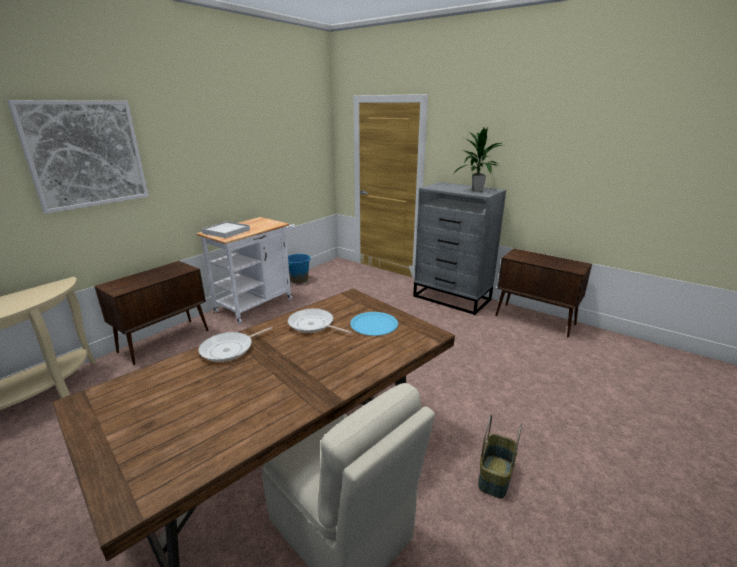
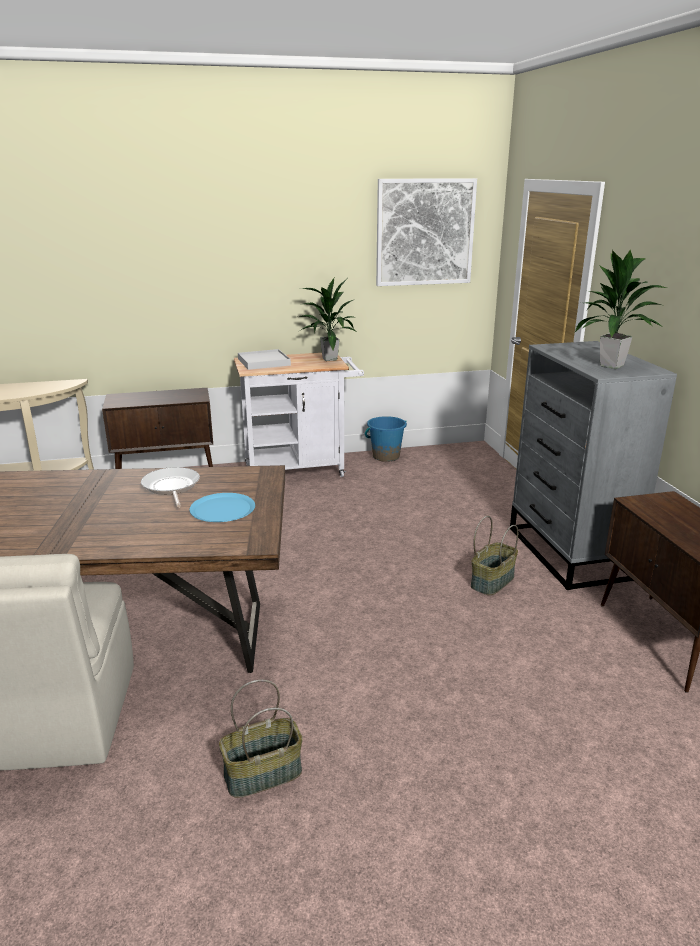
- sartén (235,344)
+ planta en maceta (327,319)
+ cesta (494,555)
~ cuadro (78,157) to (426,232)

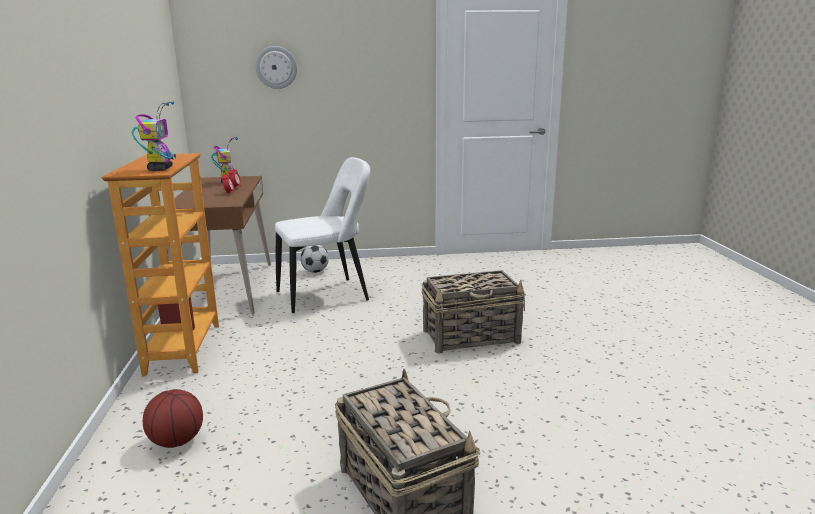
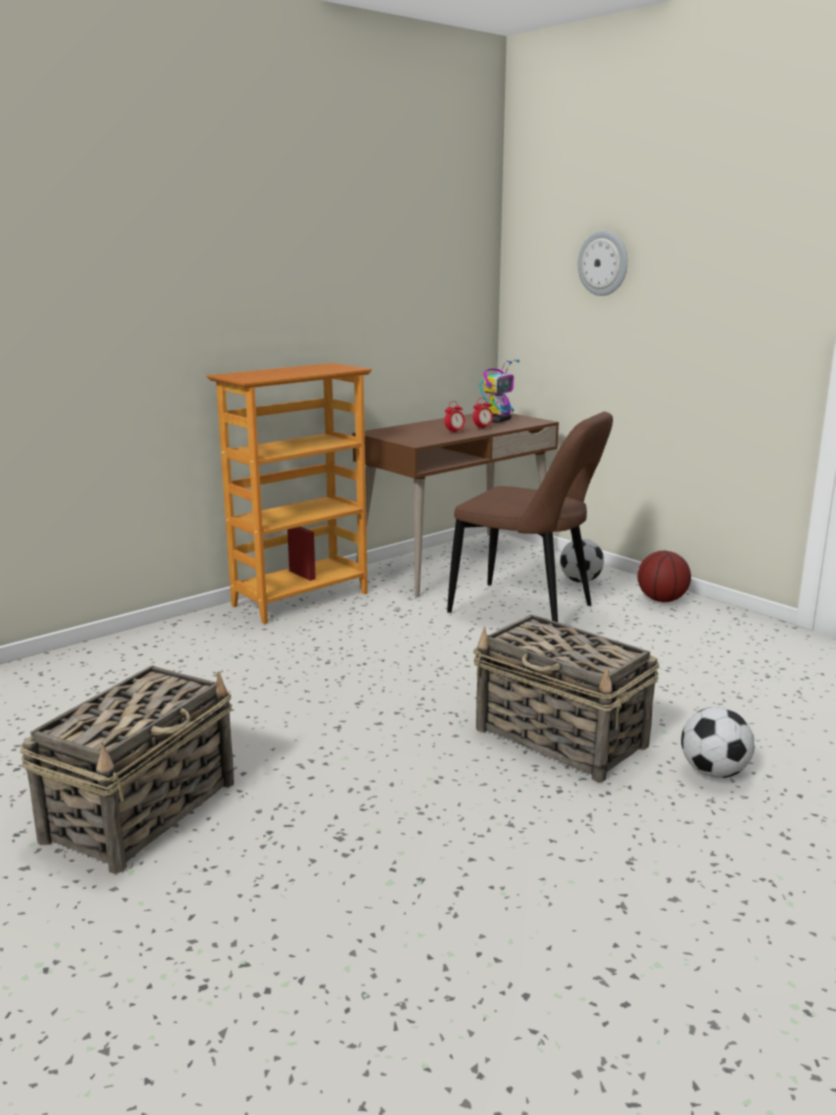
- robot de juguete (153,136)
+ balón de fútbol (717,742)
~ balón de baloncesto (173,418) to (664,576)
~ silla (blanco) (322,235) to silla (marrón) (530,517)

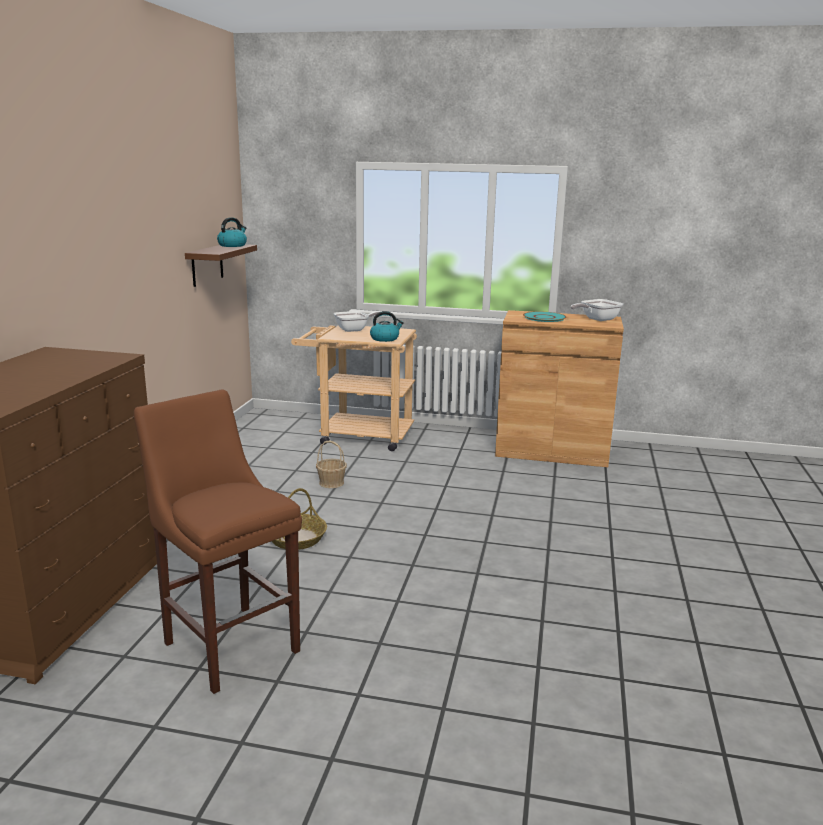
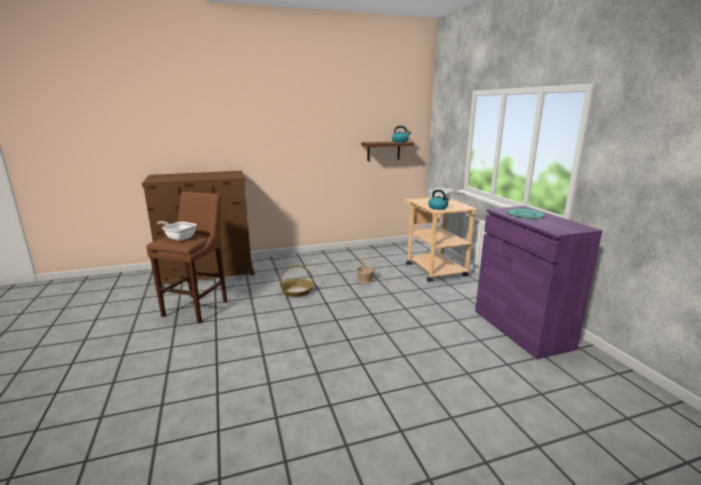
~ sartén (597,310) to (177,231)
~ armario (marrón) (559,388) to armario (morado) (538,282)

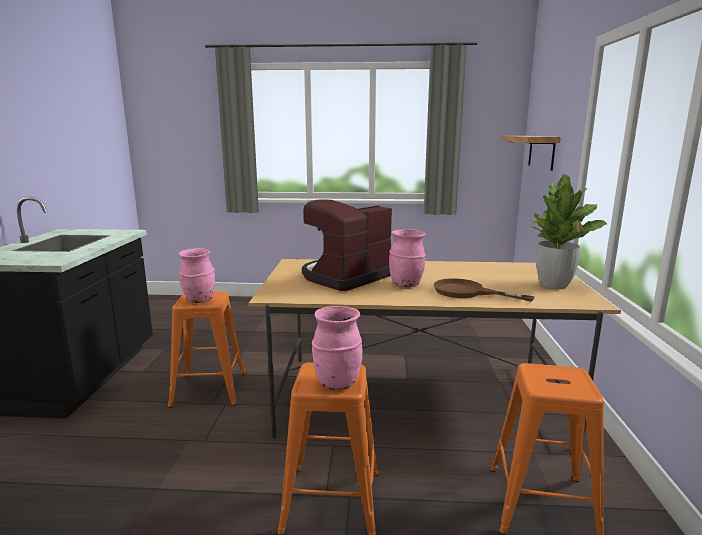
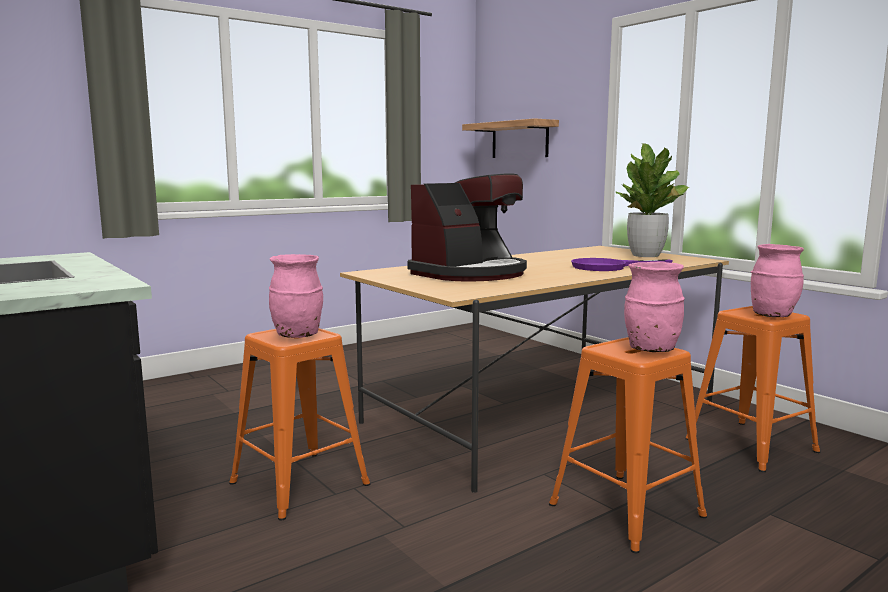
~ florero (rosa) (407,258) to (777,280)
~ sartén (marrón) (484,290) to sartén (morado) (622,264)
~ cafetera (347,245) = (467,227) 135 degrees counterclockwise

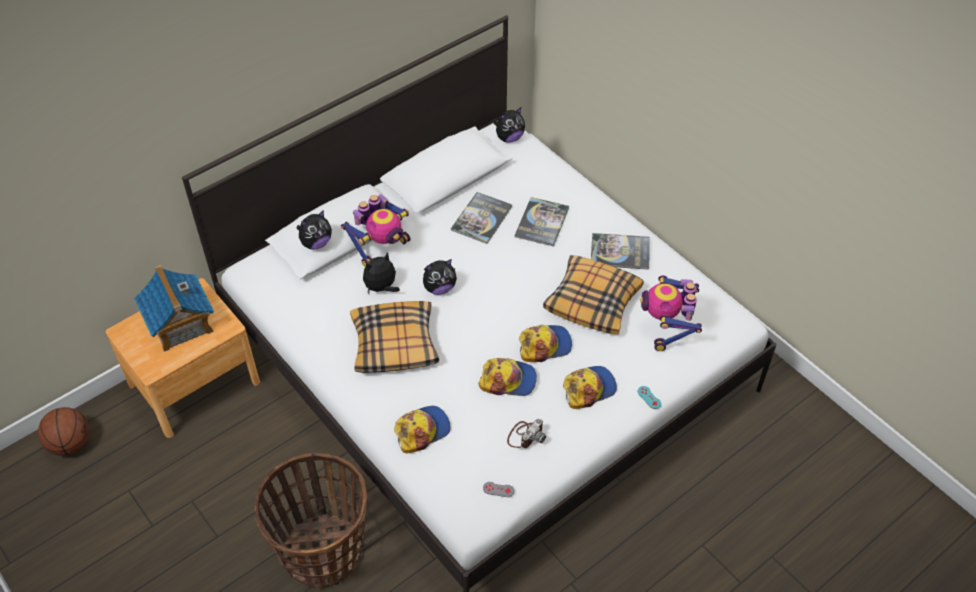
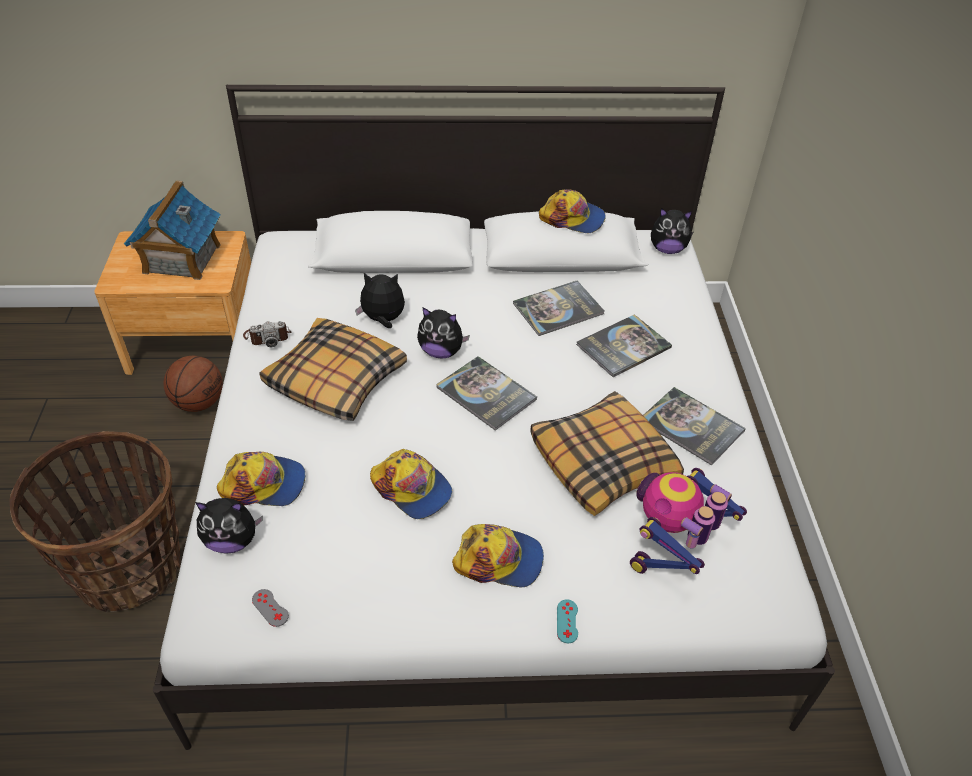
- robot de juguete (376,230)
+ libro (486,393)
~ balón de baloncesto (63,431) to (193,384)
~ peluche (314,230) to (229,526)
~ cámara (526,433) to (267,334)
~ gorra (545,343) to (572,211)

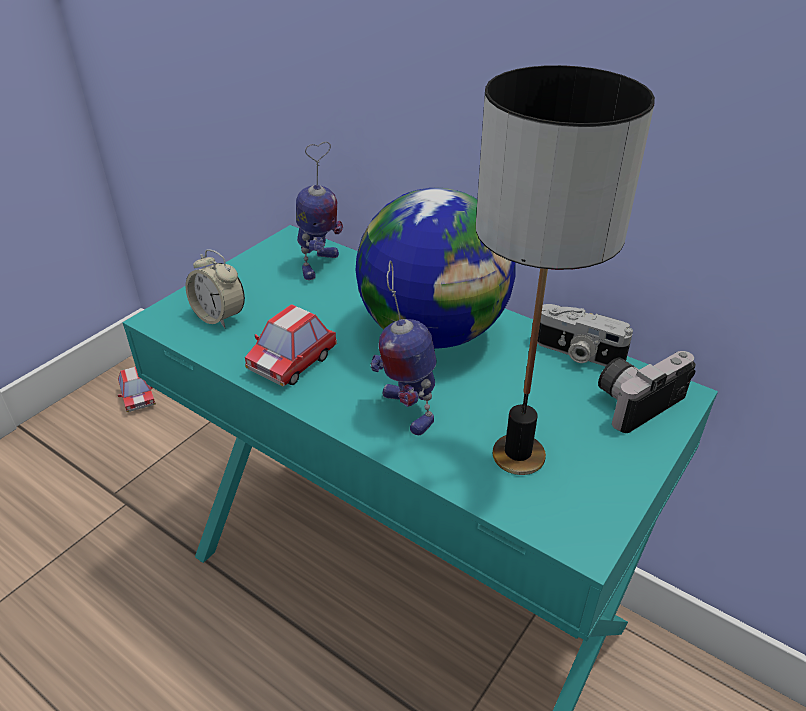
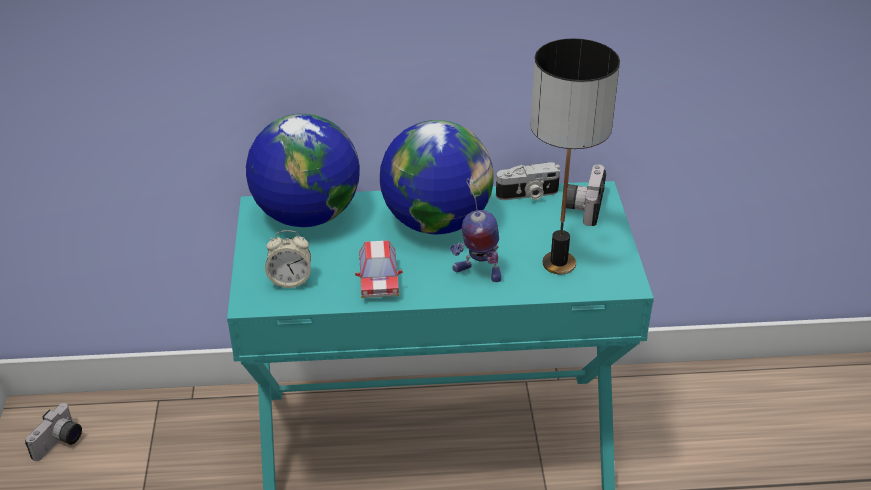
~ coche de juguete (137,389) to cámara (53,432)
~ robot de juguete (319,211) to globo terráqueo (303,170)

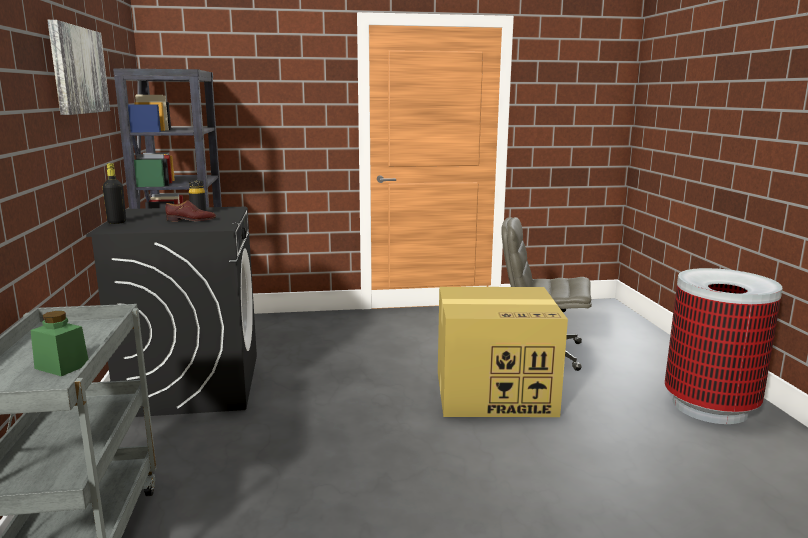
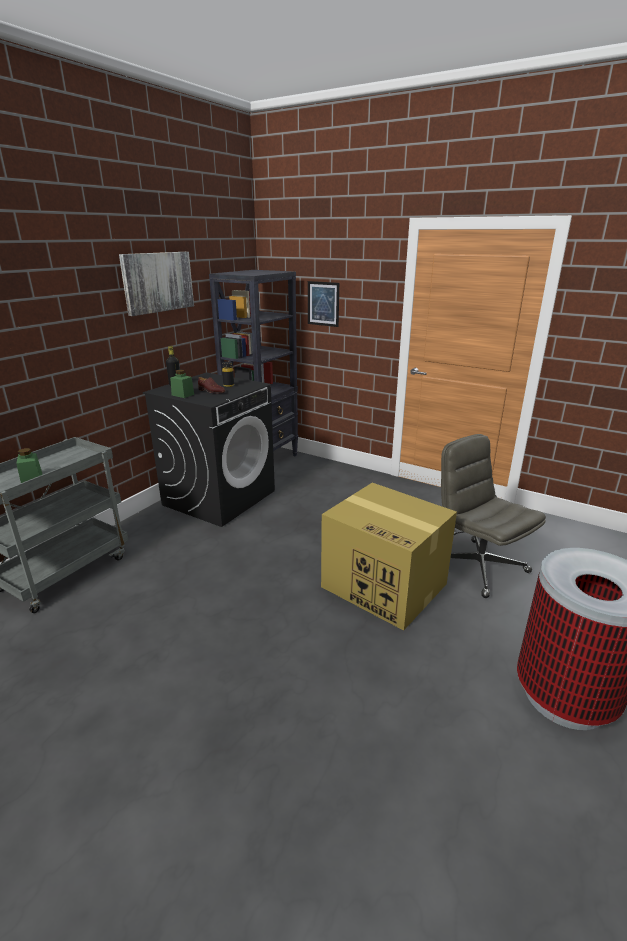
+ tarro (verde) (182,384)
+ cuadro (323,304)

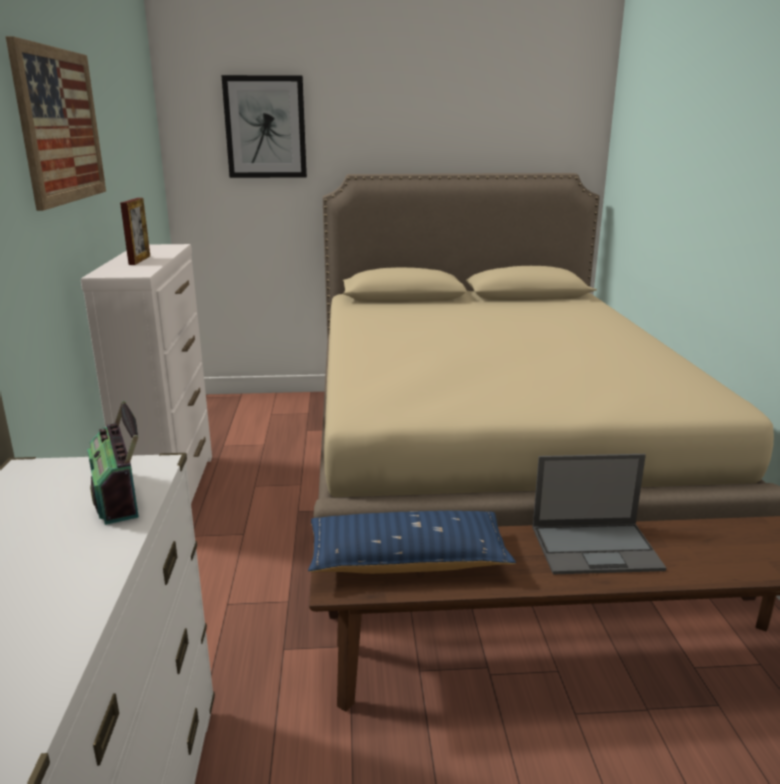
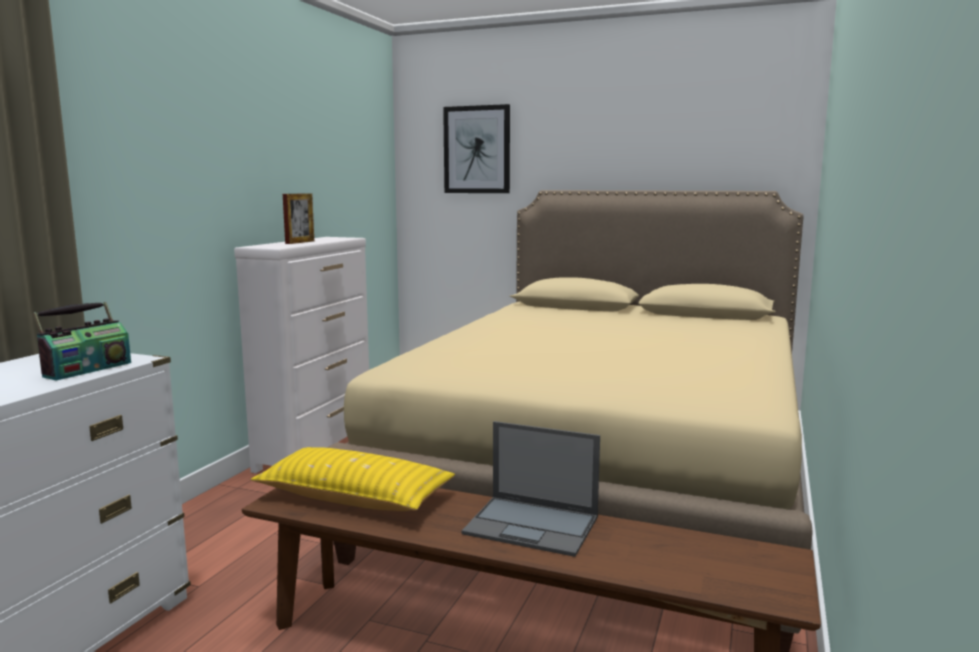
- cuadro (55,123)
~ cojín (azul) (412,542) to cojín (amarillo) (353,479)
~ radio (113,463) = (82,341) 150 degrees counterclockwise

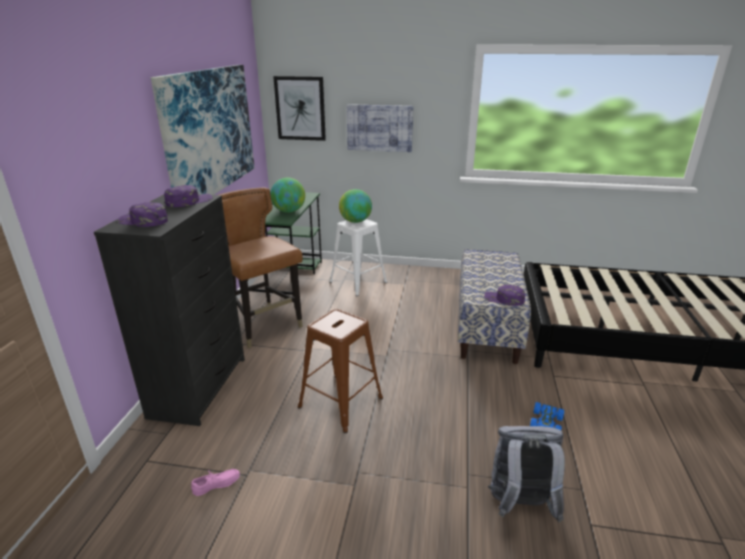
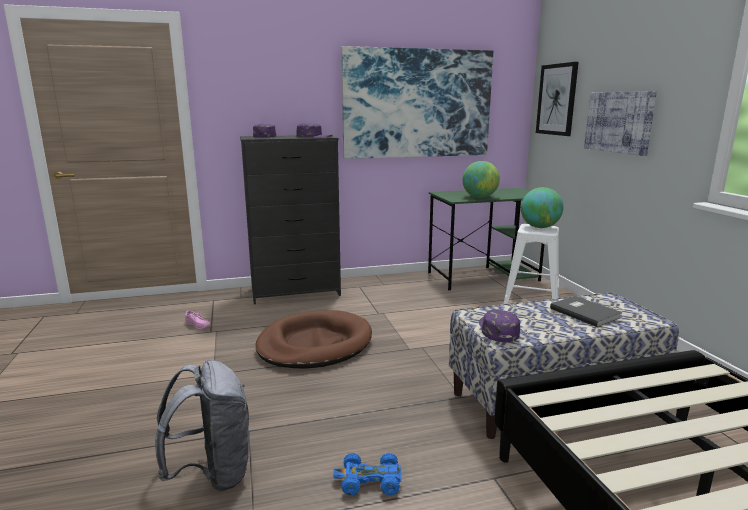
- silla (marrón) (261,268)
+ libro (gris) (586,311)
~ taburete (marrón) (340,371) to cama para perro (marrón) (314,339)

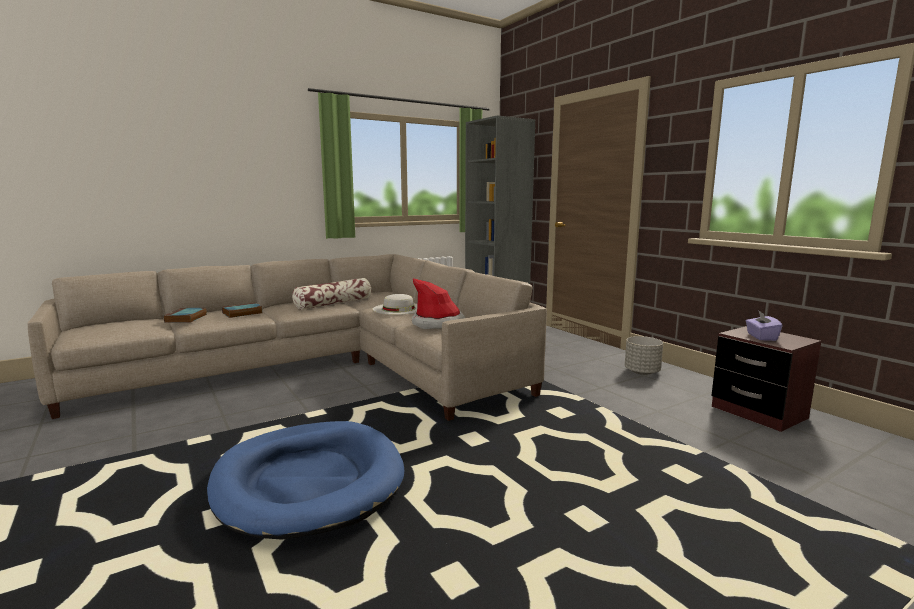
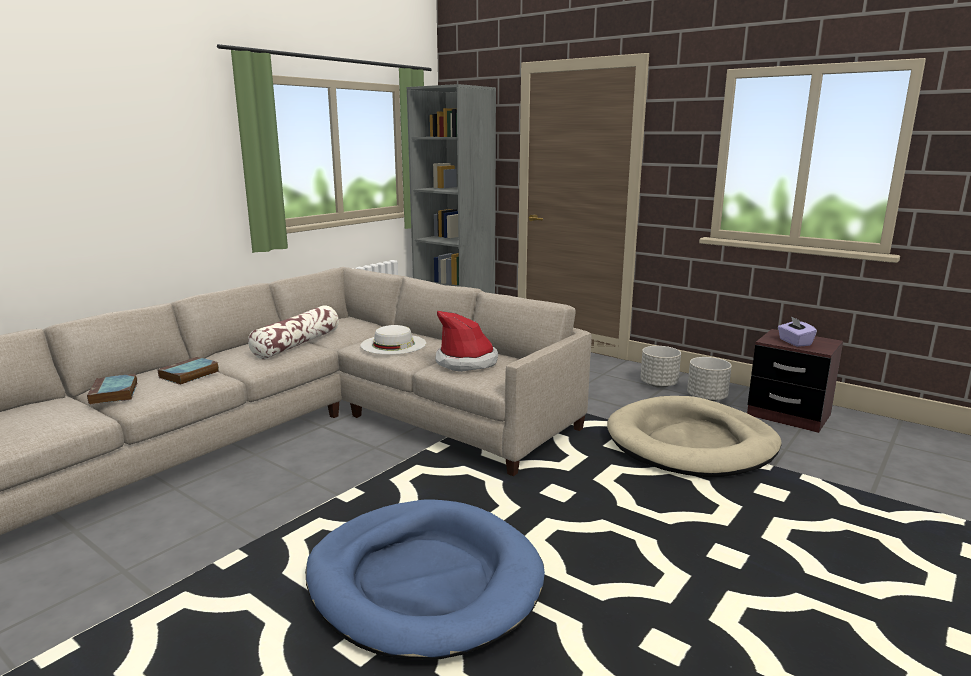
+ cama para perro (beis) (694,436)
+ maceta (gris) (709,379)

